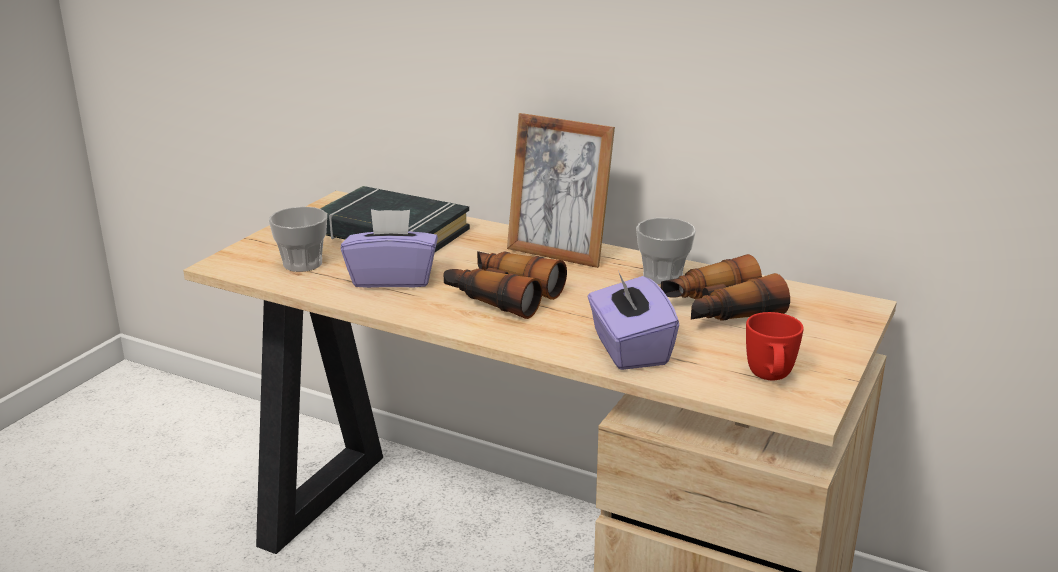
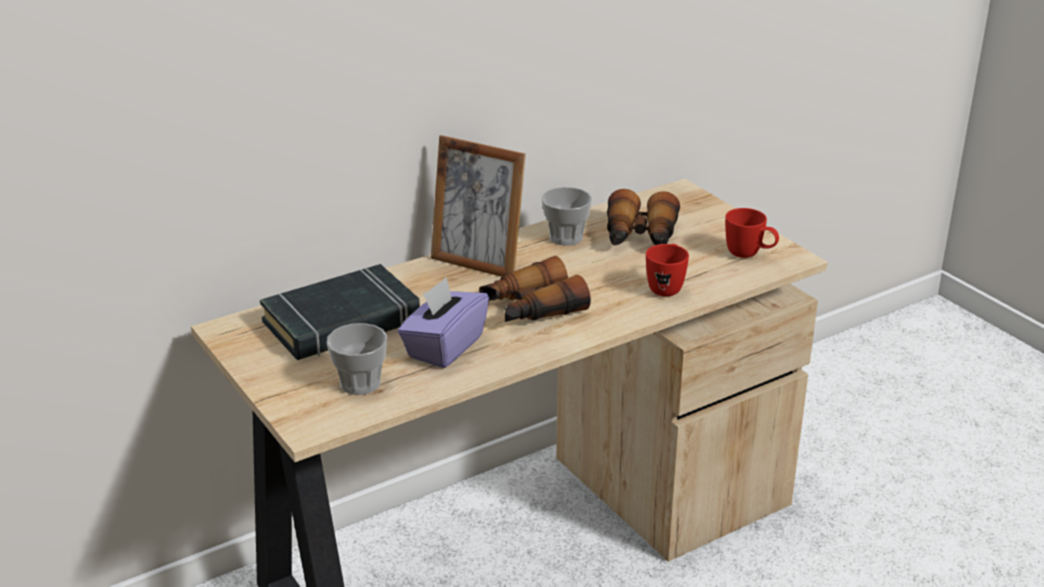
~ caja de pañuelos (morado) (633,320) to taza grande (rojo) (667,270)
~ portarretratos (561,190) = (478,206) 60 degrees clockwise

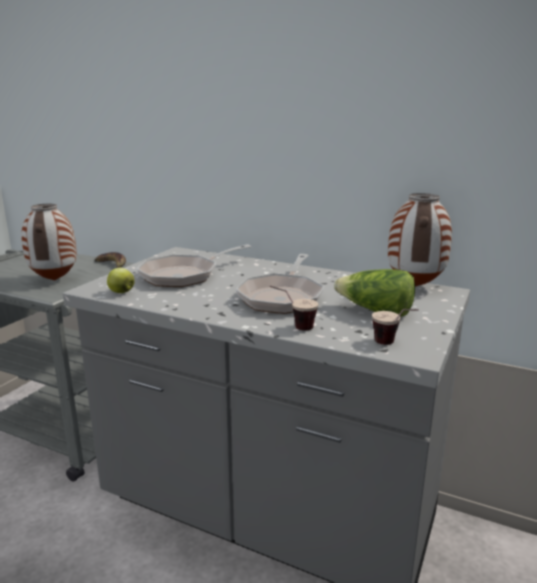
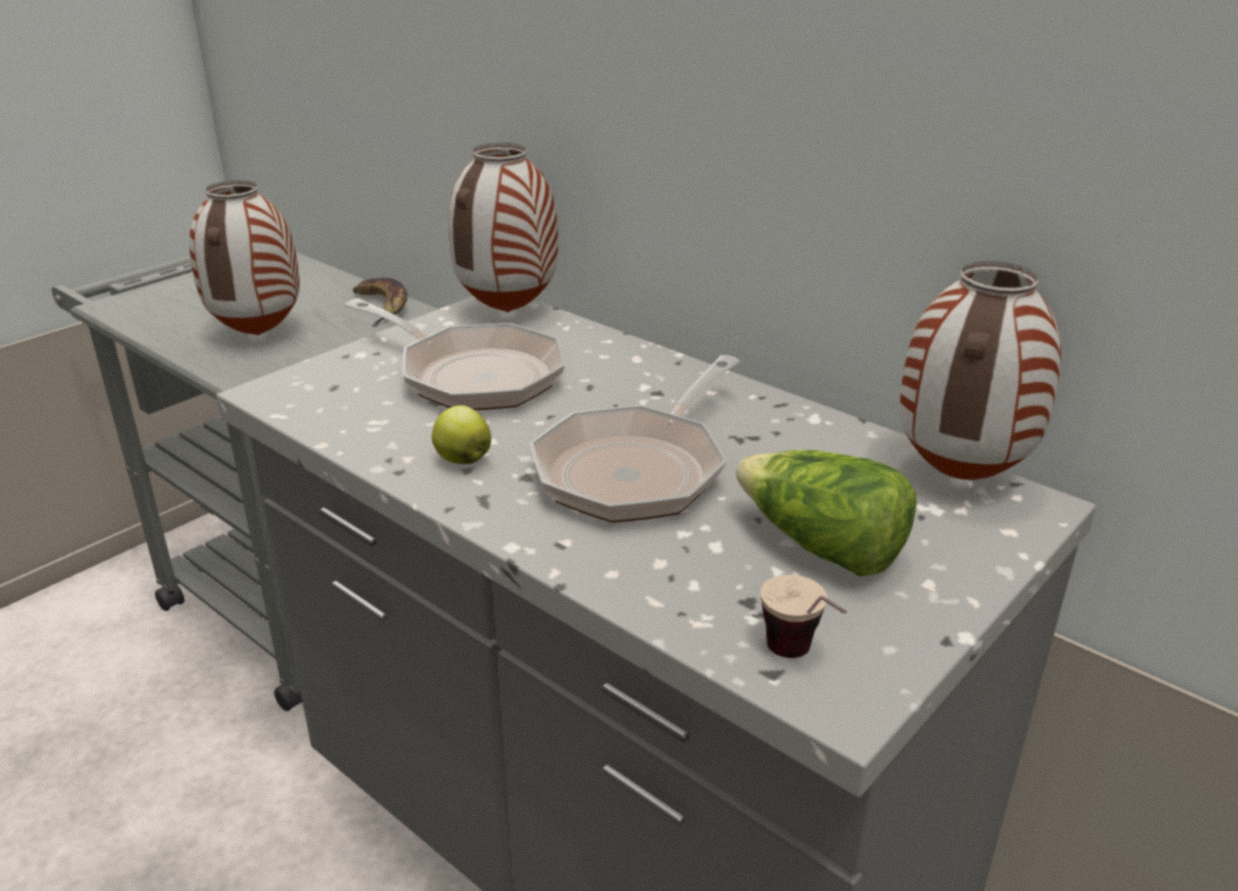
- taza (294,308)
+ florero (503,227)
~ manzana (121,280) to (461,434)
~ sartén (194,265) = (454,354) 120 degrees counterclockwise

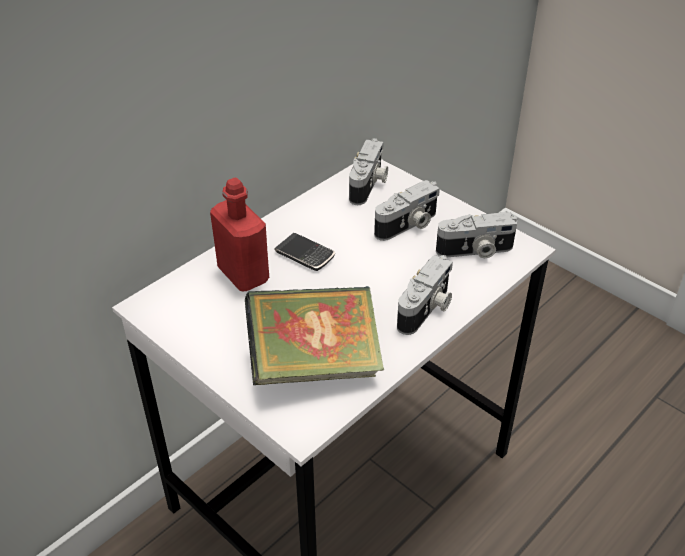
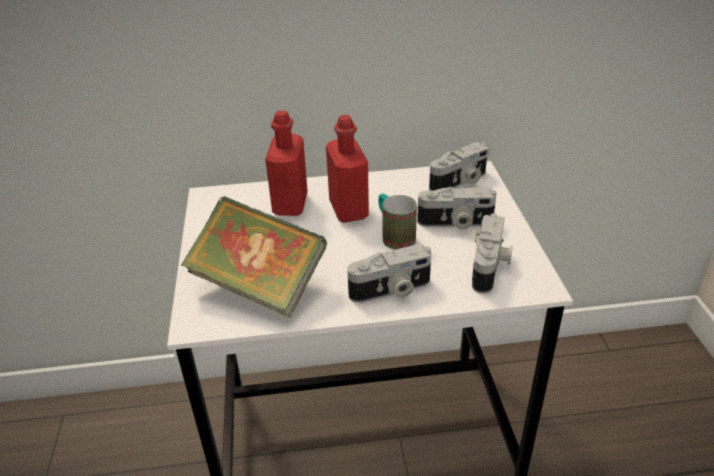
+ taza grande (397,222)
~ móvil (304,252) to botella (rojo) (347,169)
~ cámara (477,235) = (492,253) 105 degrees counterclockwise

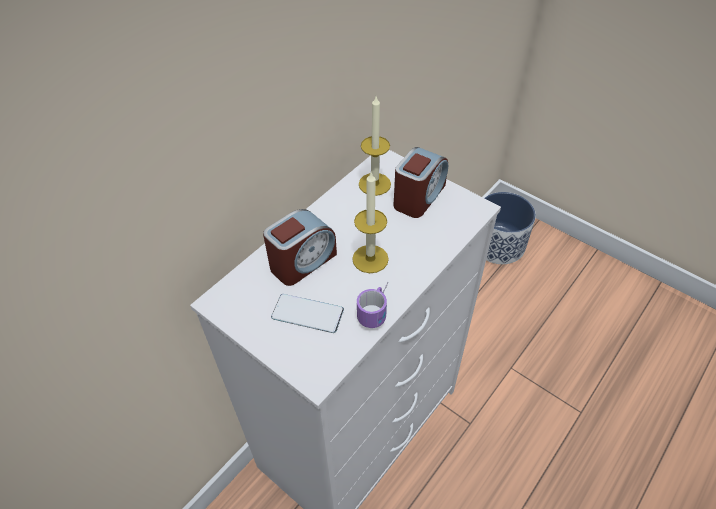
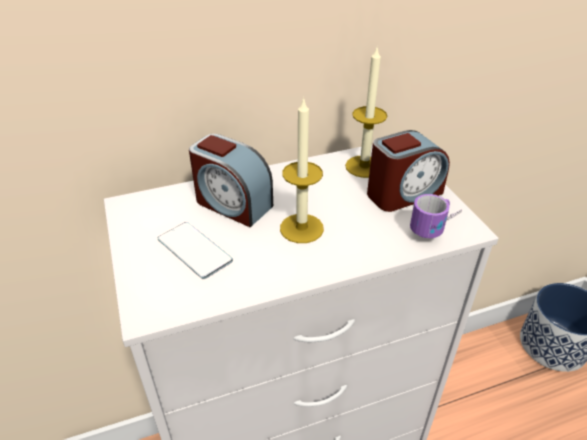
~ taza grande (372,305) to (436,216)
~ despertador (300,247) = (231,180) 45 degrees clockwise

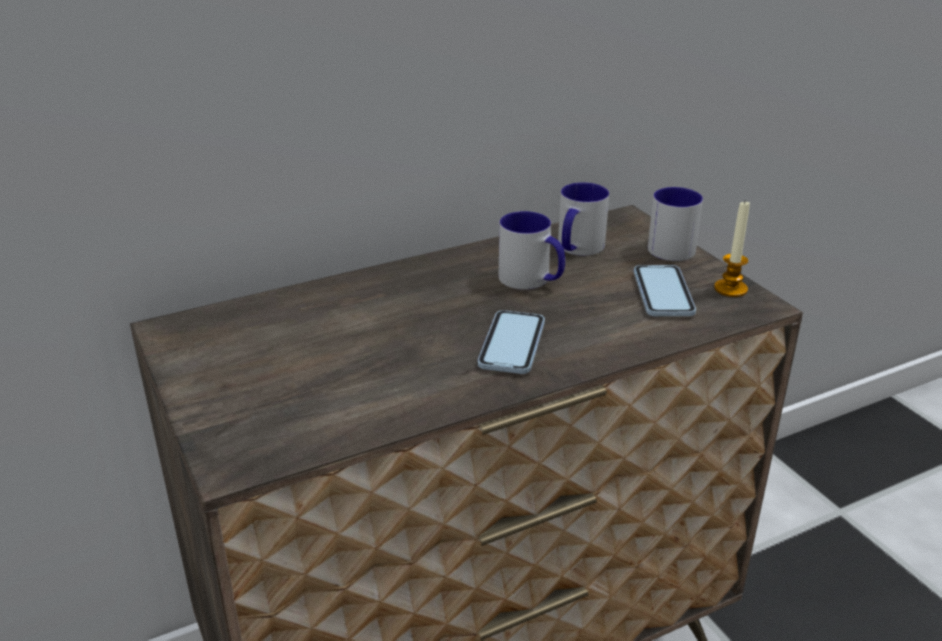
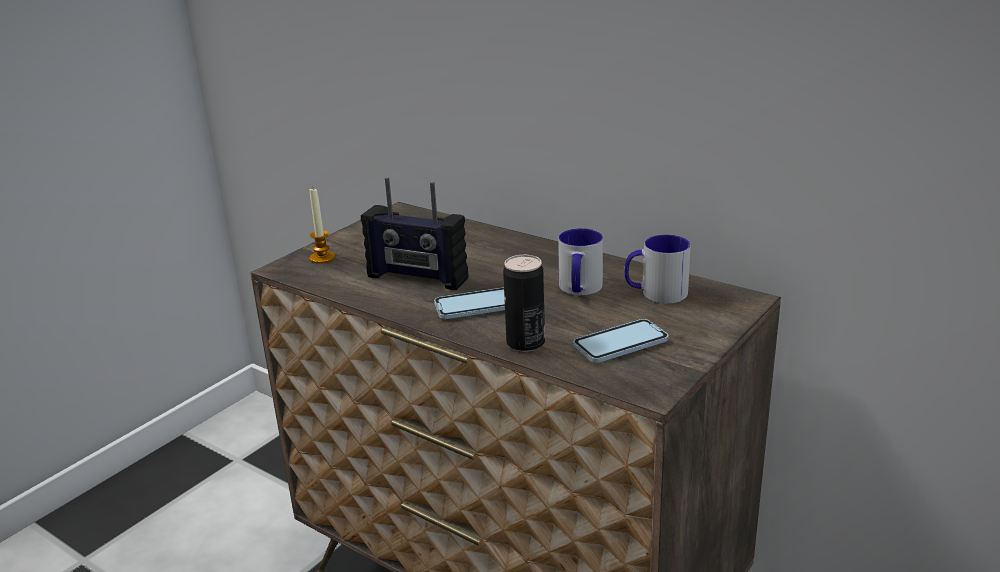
- taza grande (675,224)
+ radio (415,233)
+ lata (524,303)
~ vela (732,248) to (322,226)

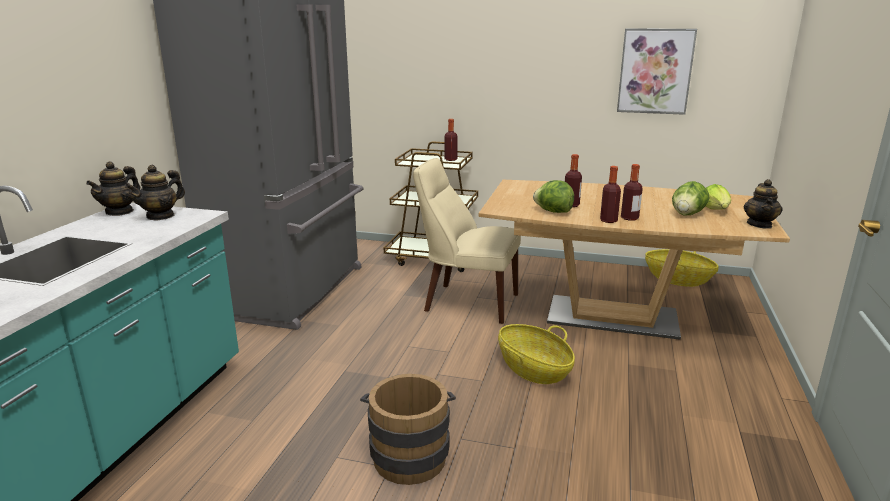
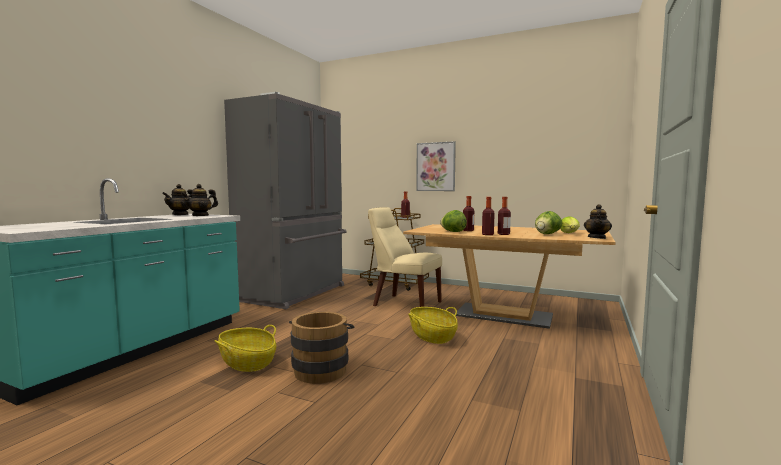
~ cuadro (657,71) to (436,166)
~ cesta (682,268) to (245,348)

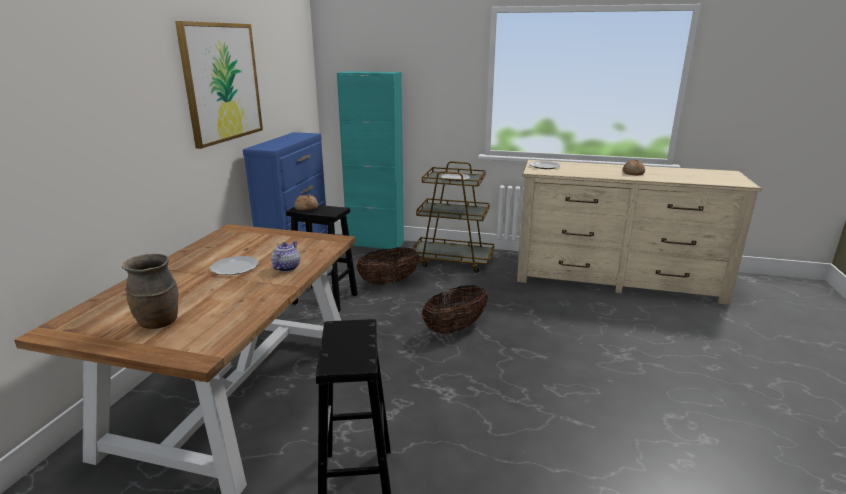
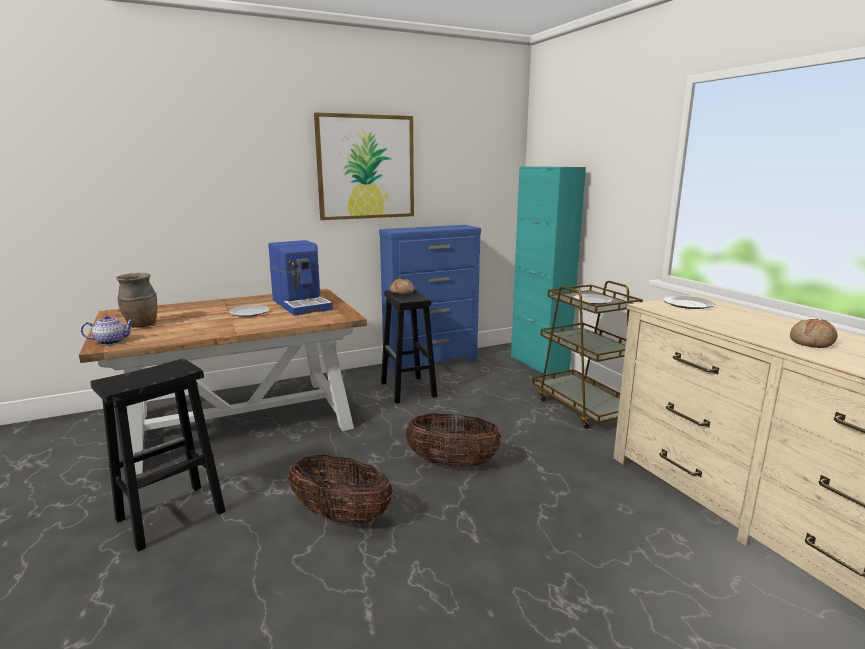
+ cafetera (300,278)
~ tetera (285,256) to (107,330)
~ cesta (388,266) to (340,489)

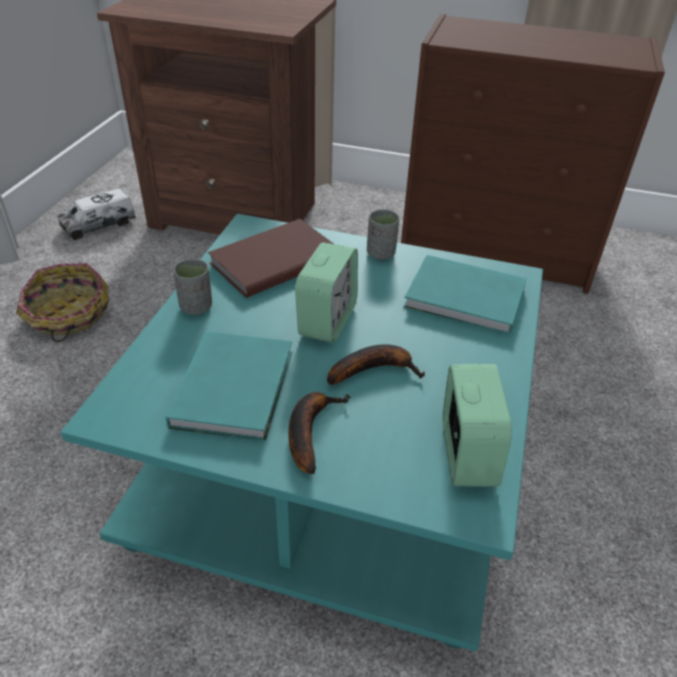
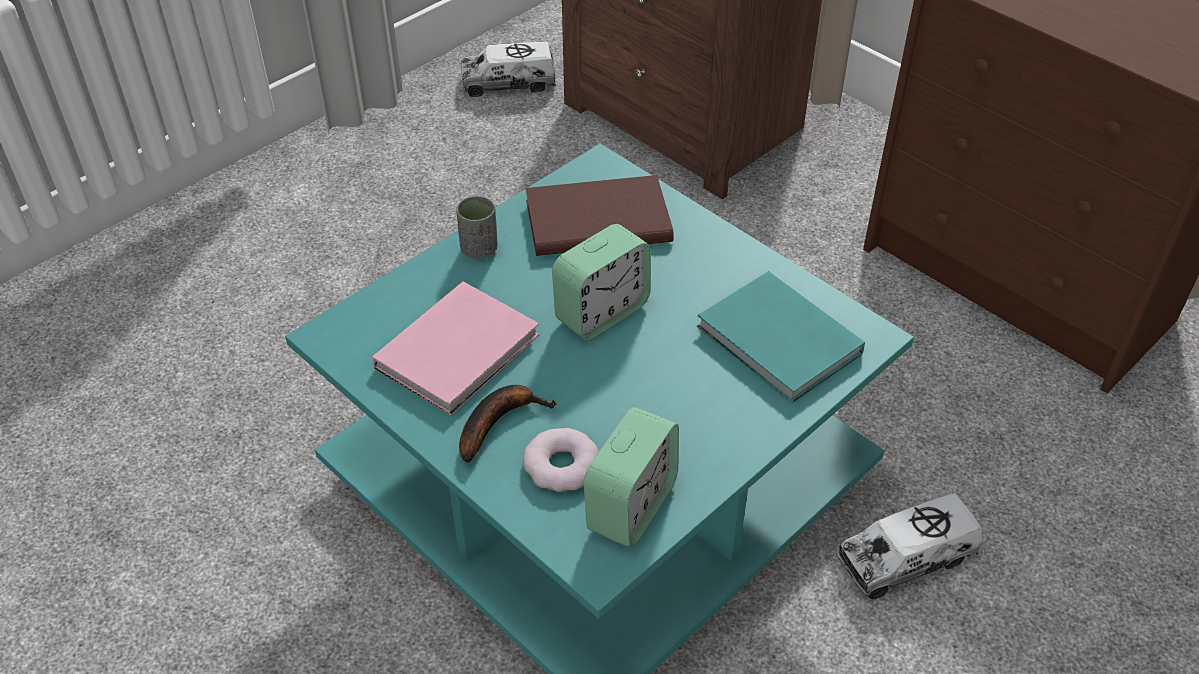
- cesta (62,303)
- plátano (376,364)
- taza (gris) (383,234)
+ rosquilla (561,460)
+ camión de juguete (910,546)
~ libro (turquesa) (229,386) to libro (rosa) (455,348)

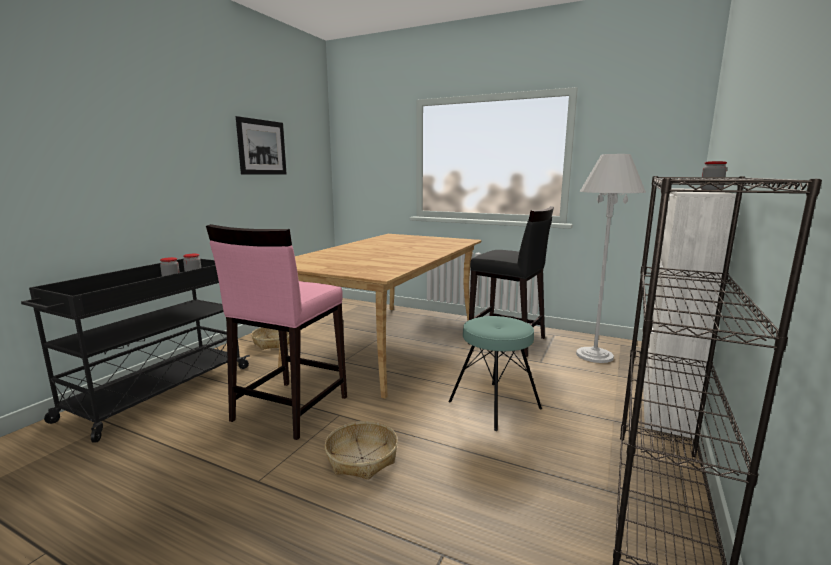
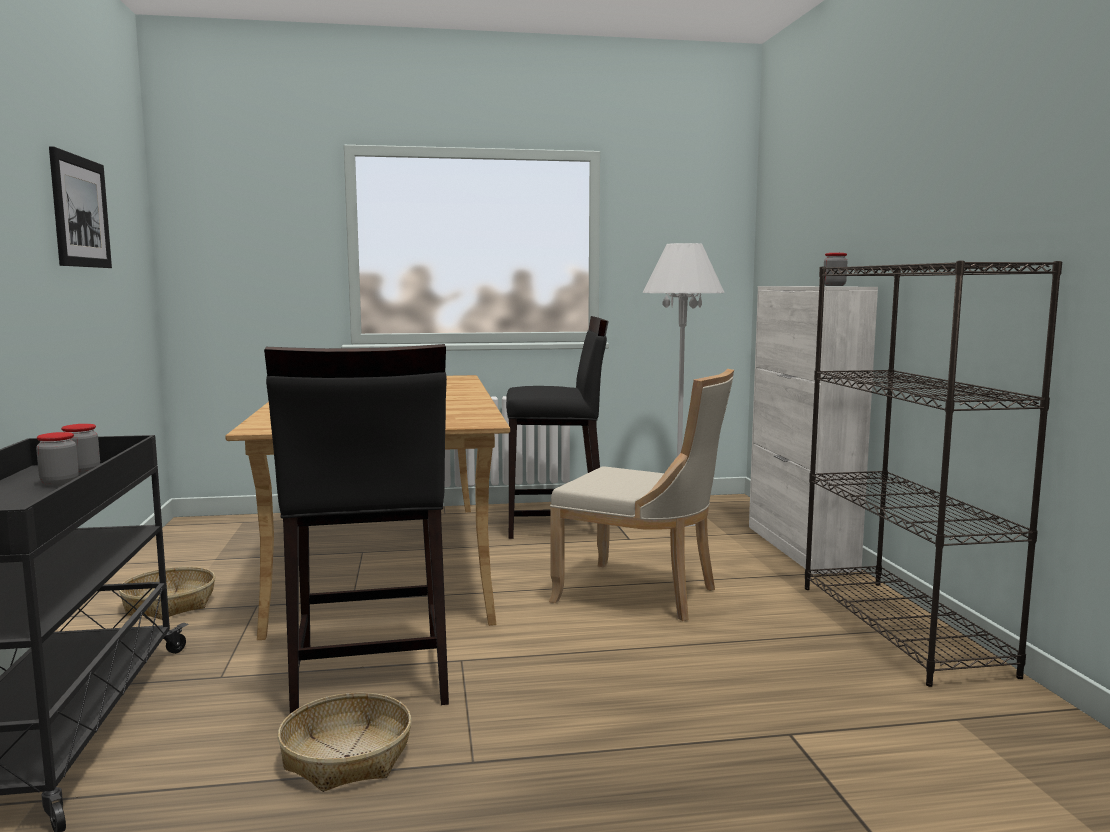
~ cesta (361,450) to (345,742)
~ taburete (turquesa) (495,373) to silla (beis) (641,495)
~ taburete (rosa) (276,332) to taburete (negro) (356,529)

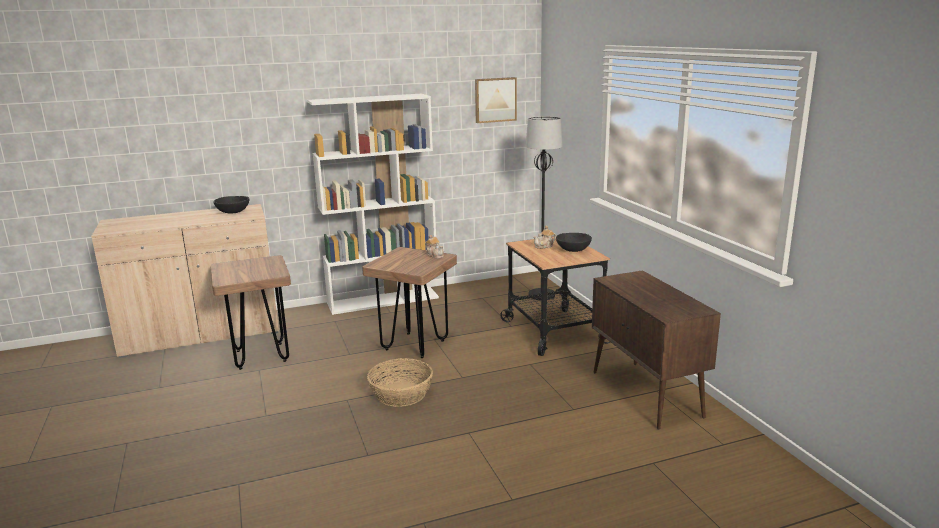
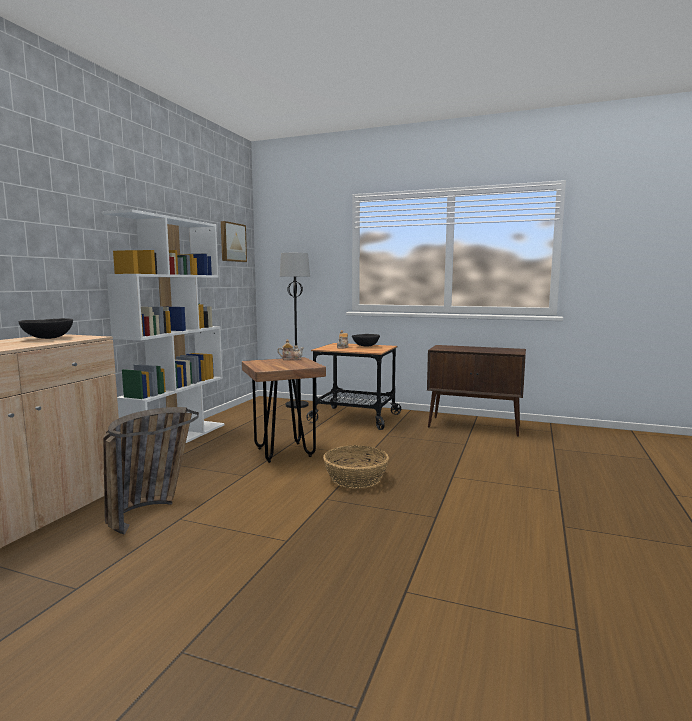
~ taburete (marrón) (251,312) to cesta (151,470)

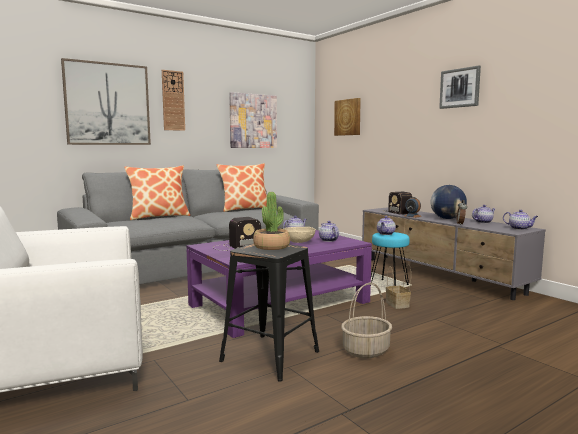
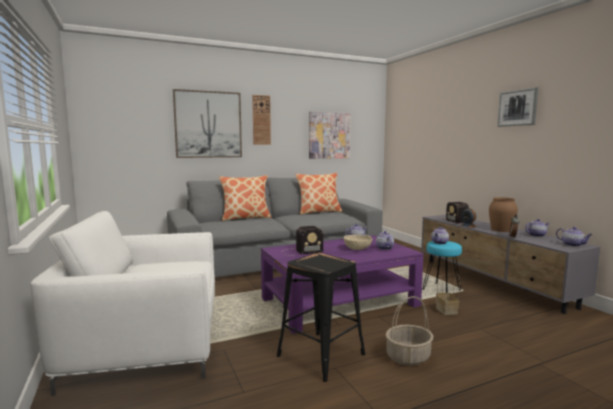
- planta en maceta (271,221)
- cuadro (347,117)
~ globo terráqueo (448,202) to florero (marrón) (503,214)

